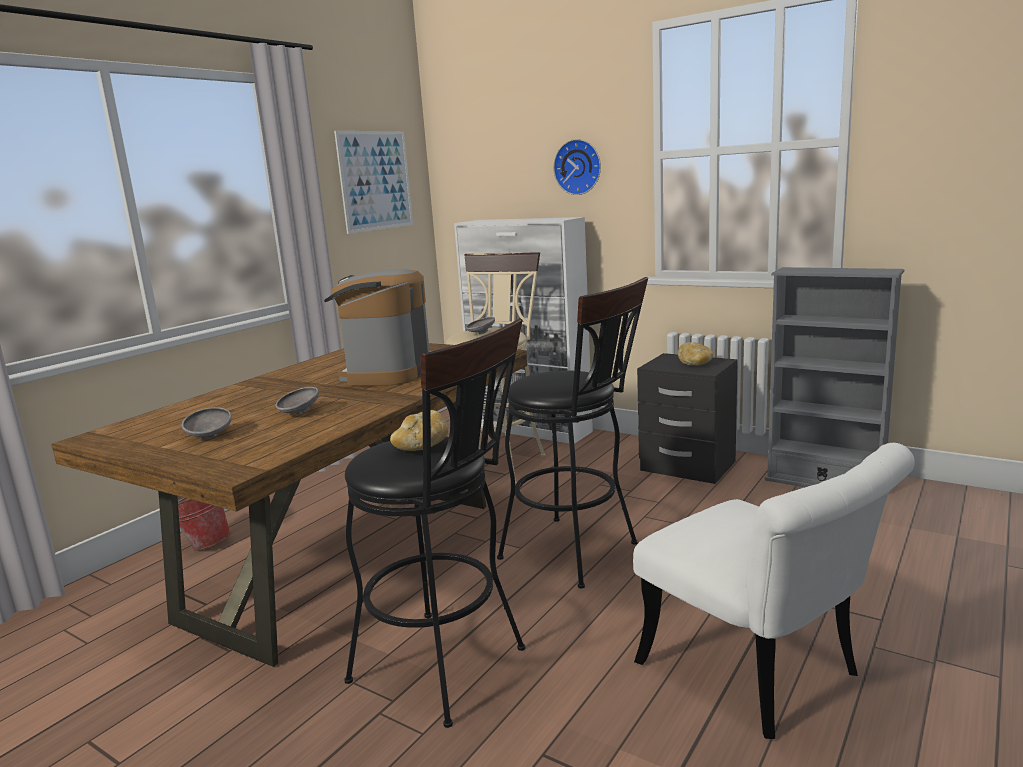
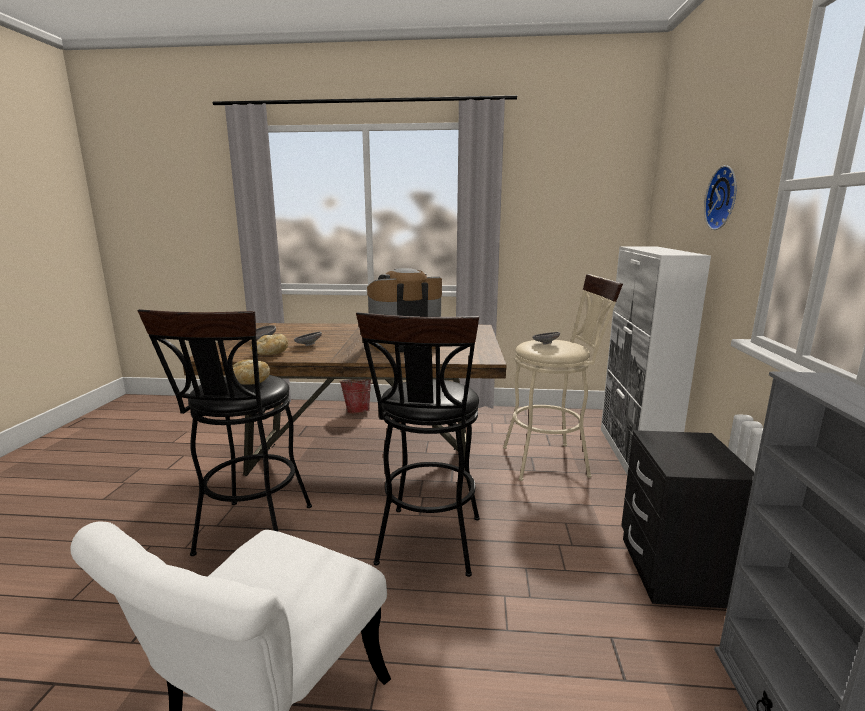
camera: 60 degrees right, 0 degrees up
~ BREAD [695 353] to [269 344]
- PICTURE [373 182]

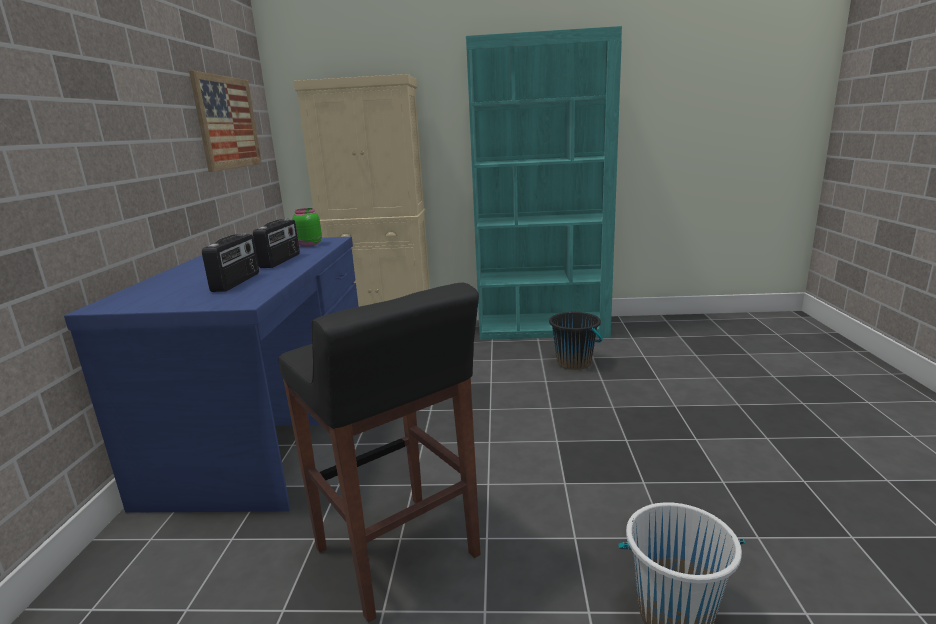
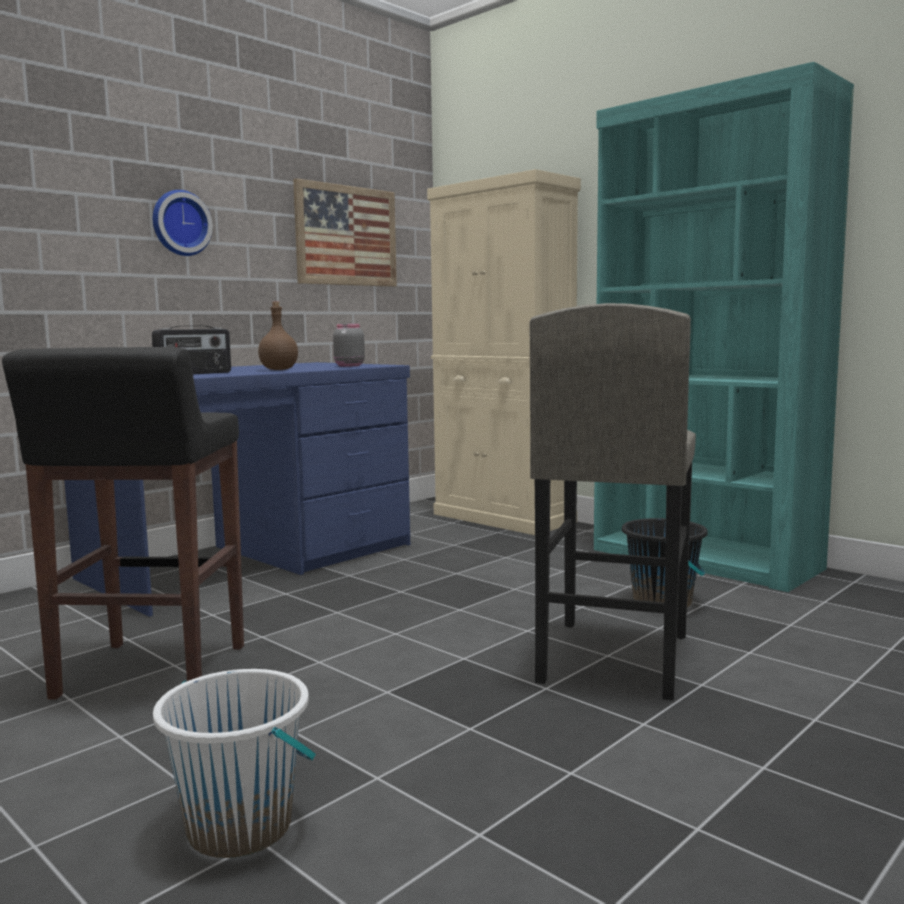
camera: 40 degrees right, 10 degrees down
+ WALL CLOCK [183 223]
~ RADIO [276 243] to BROWN BOTTLE [278 336]
~ GREEN JAR [307 227] to GREY JAR [349 345]
+ GREY STOOL [613 501]

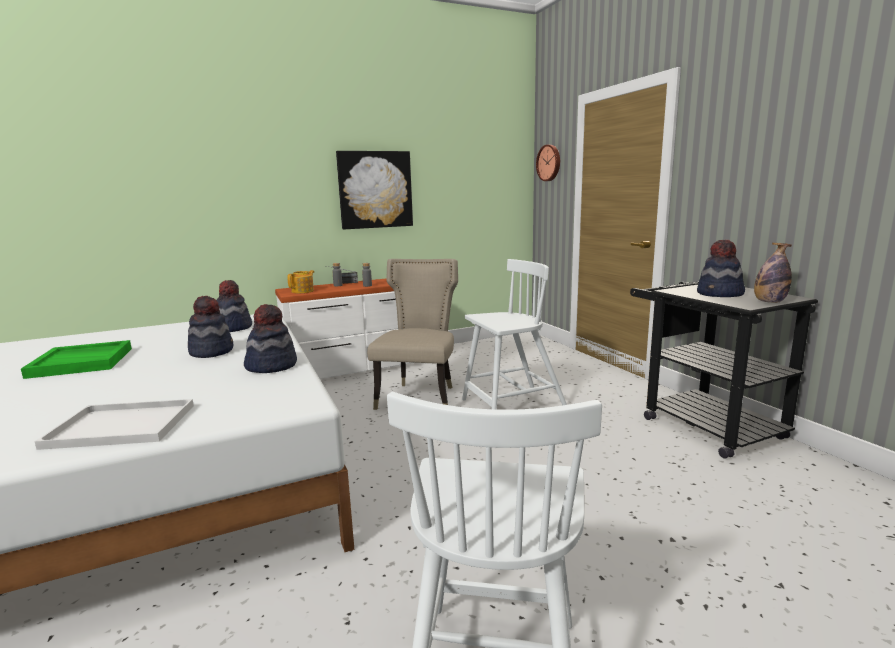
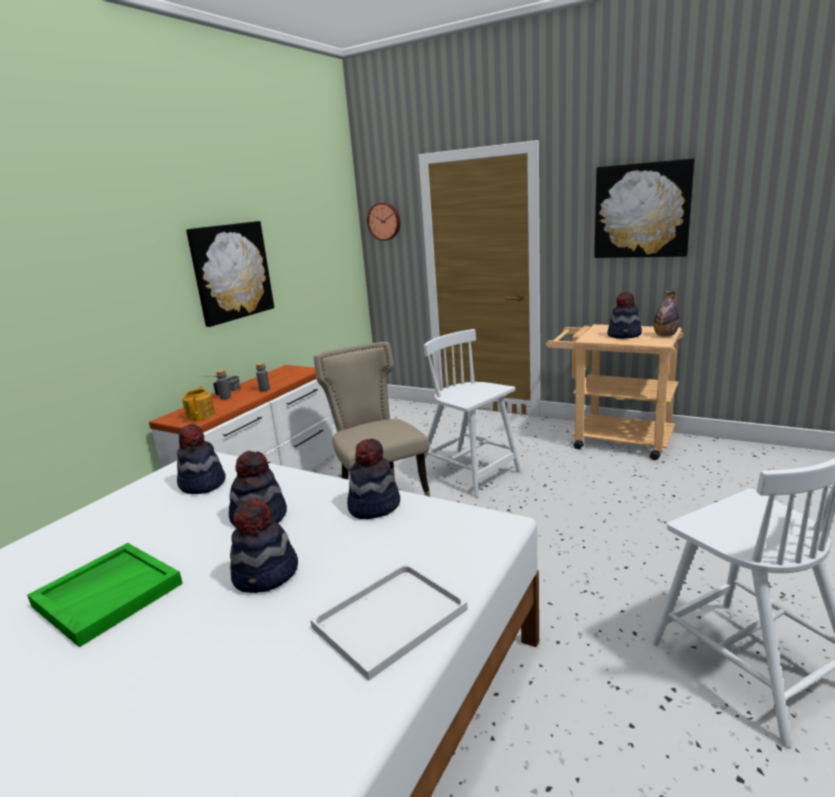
camera: 35 degrees left, 5 degrees up
+ HAT [264 545]
~ WHITE CHAIR [514 334] = [469 413] 75 degrees counterclockwise
~ BLACK CART [724 370] to BEIGE CART [614 392]
+ PICTURE [644 208]

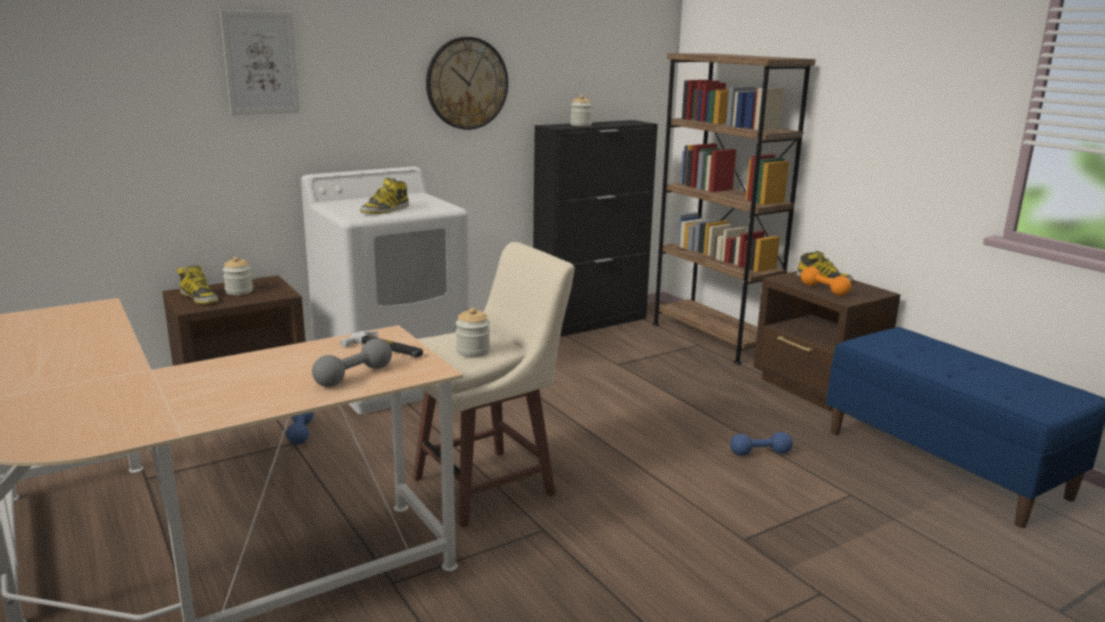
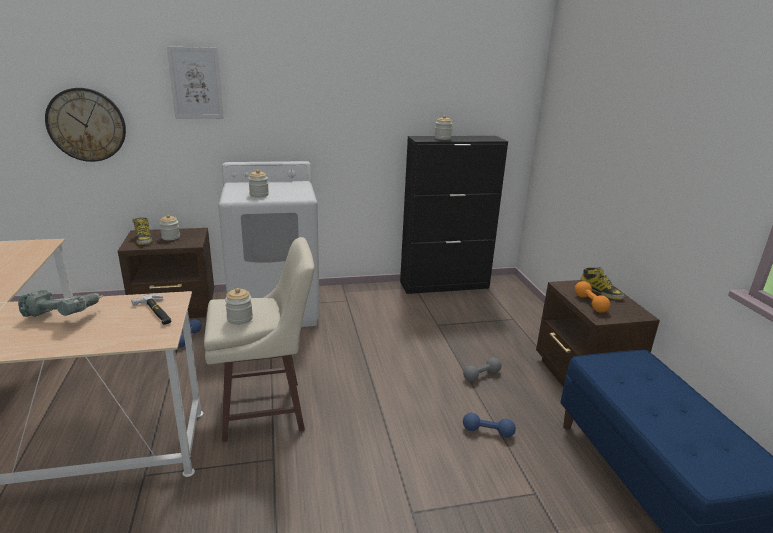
camera: 20 degrees right, 5 degrees up
+ POWER DRILL [61 303]
~ WALL CLOCK [467 83] to [85 125]
~ BOOT [384 196] to JAR [258 183]
~ GREY DUMBBELL [352 363] to [482 369]
- BROWN BOOKCASE [734 209]

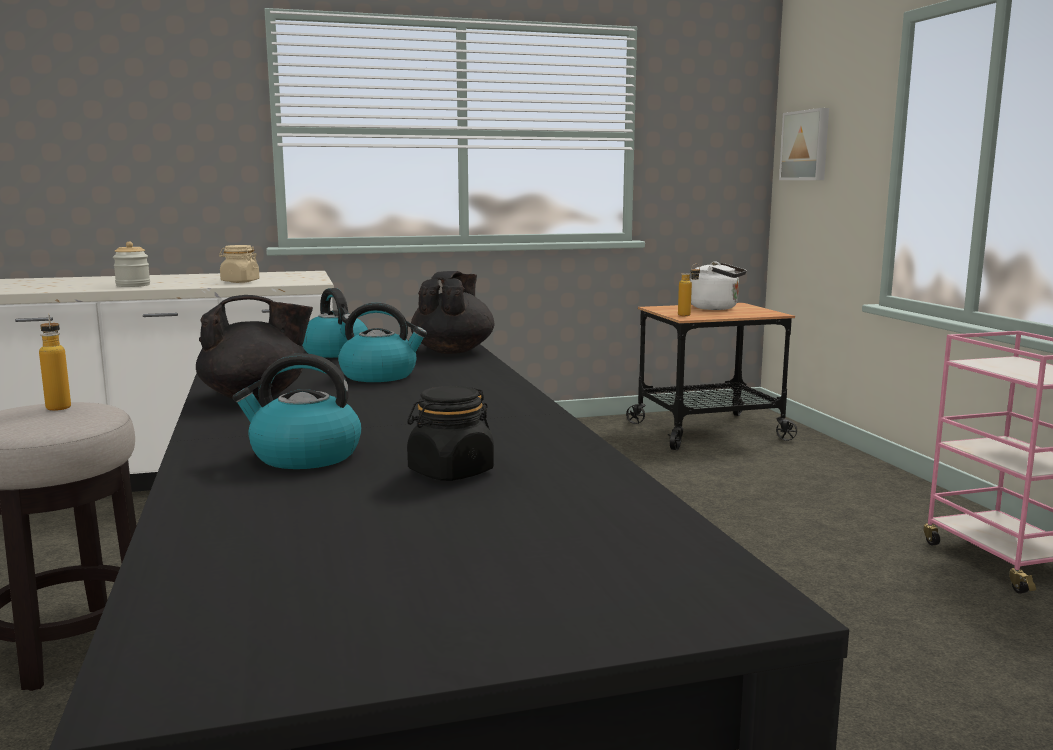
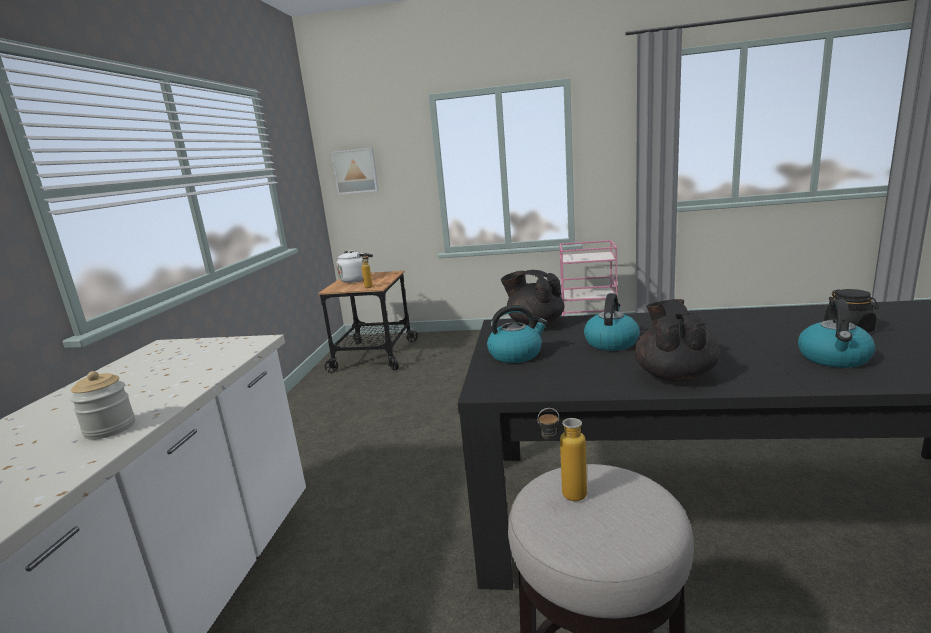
camera: 65 degrees left, 5 degrees up
- BEIGE JAR [239 264]

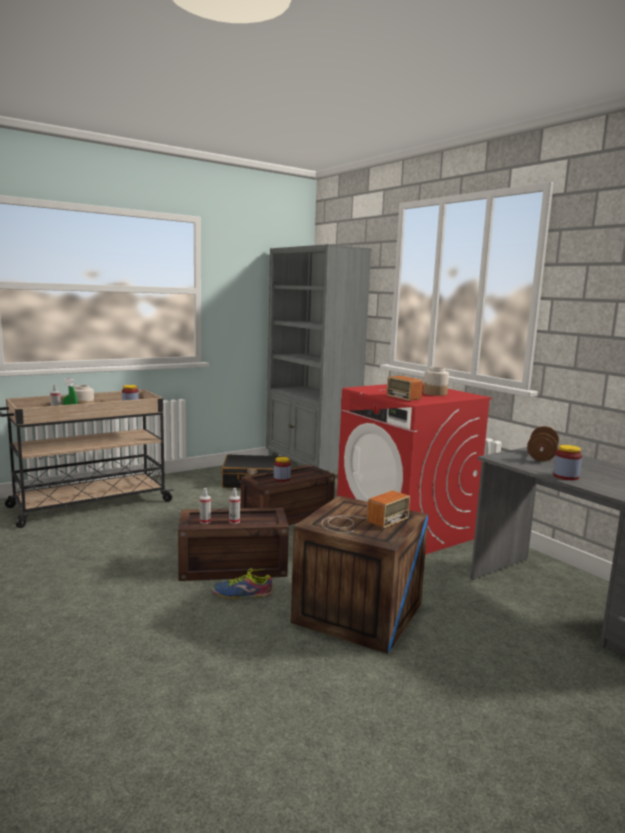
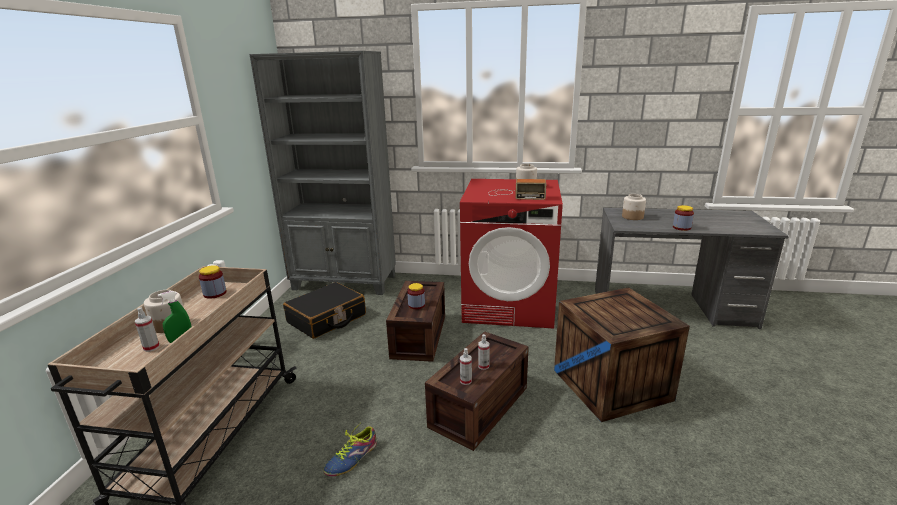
camera: 45 degrees left, 10 degrees up
~ SHOE [242 583] to [350 449]
~ BROWN DUMBBELL [543 443] to JAR [634 207]
- RADIO [366 511]

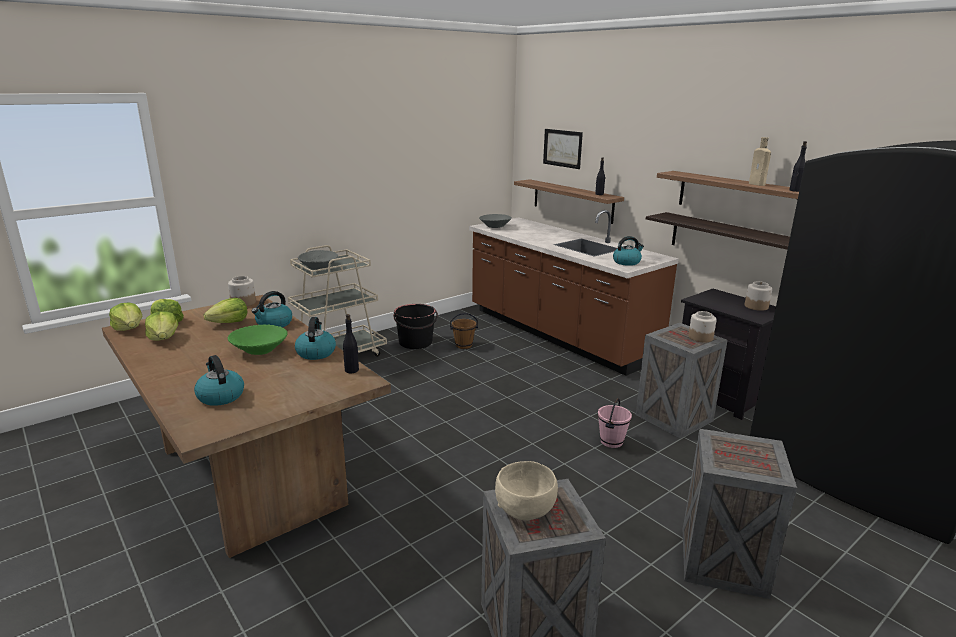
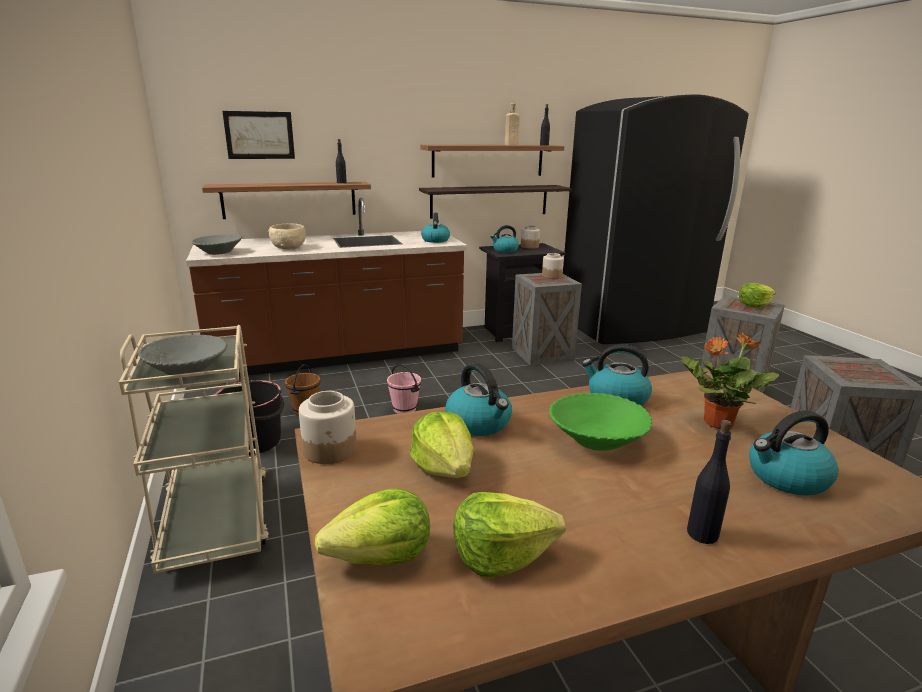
camera: 70 degrees left, 0 degrees up
~ BEIGE BOWL [526 491] to [287 236]
~ PINK BUCKET [615 423] to [404 389]
+ KETTLE [504 239]
+ POTTED PLANT [730 380]
~ BLACK BOTTLE [351 343] to [709 482]
~ LETTUCE [125 316] to [757 295]

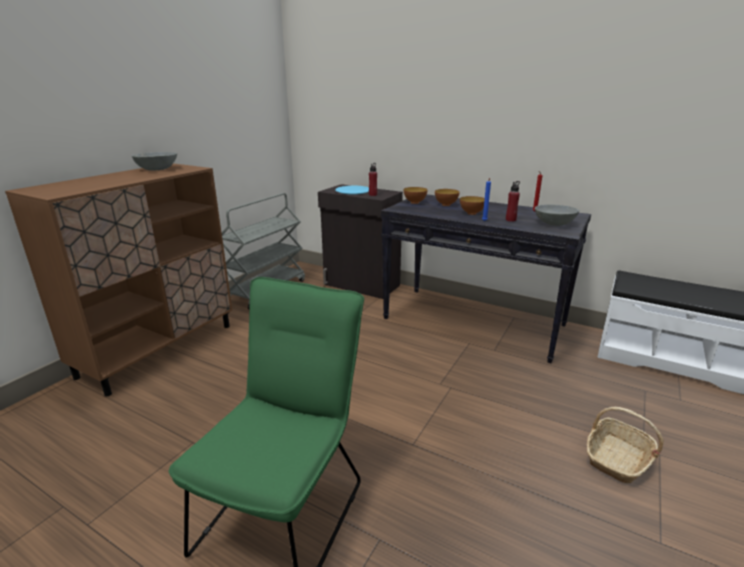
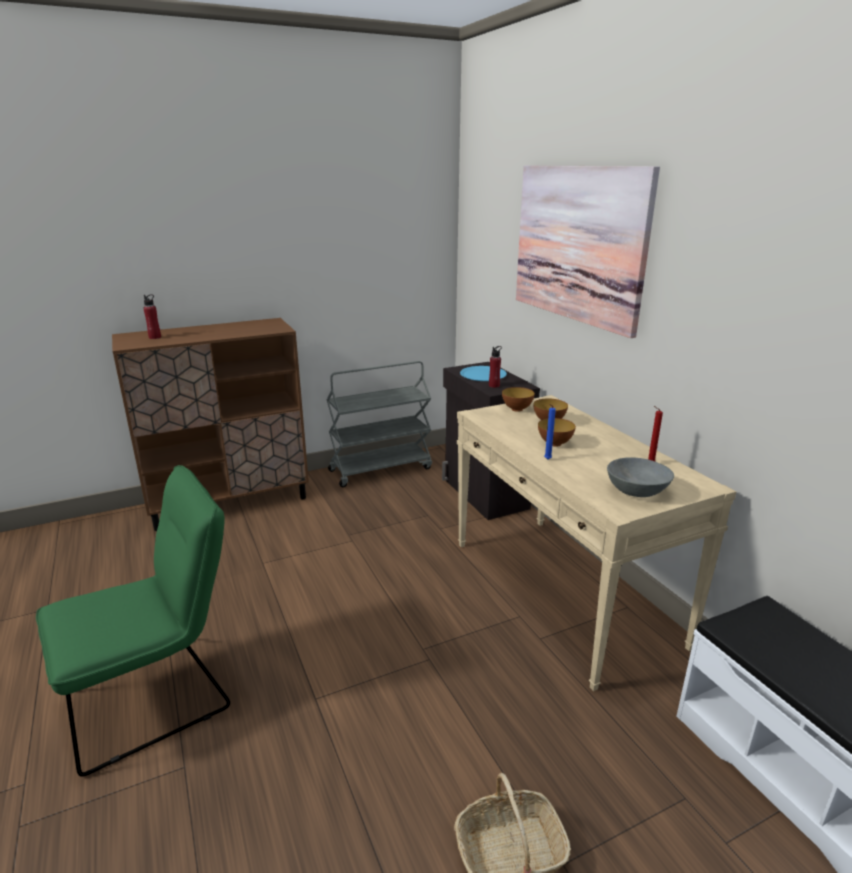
camera: 35 degrees right, 0 degrees up
~ RED BOTTLE [513 201] to [152 316]
~ BLACK CONSOLE TABLE [486 278] to BEIGE CONSOLE TABLE [597 543]
+ PICTURE [588 252]
- GREY BOWL [154 161]

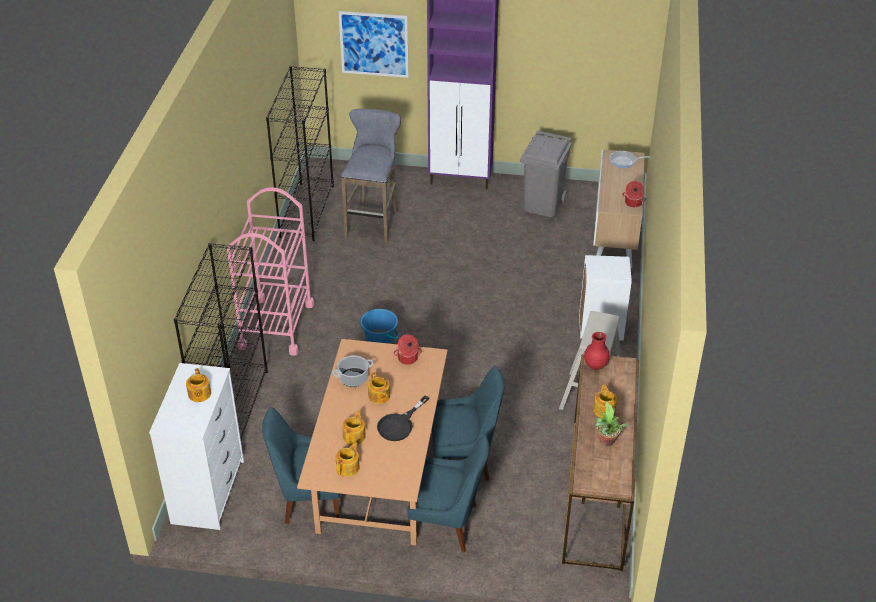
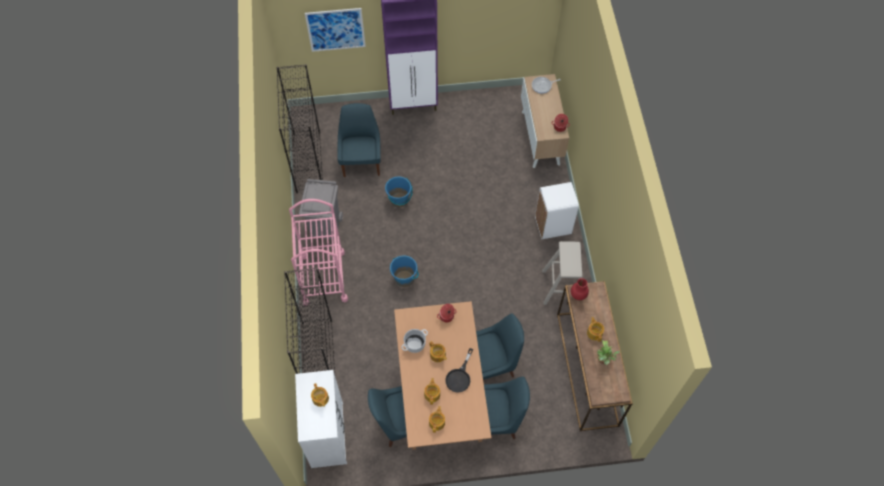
camera: 15 degrees left, 20 degrees up
~ GREY TRASH CAN [546 174] to [321 209]
~ GREY STOOL [371 176] to BLUE CHAIR [359 140]
+ BLUE BUCKET [399 192]

